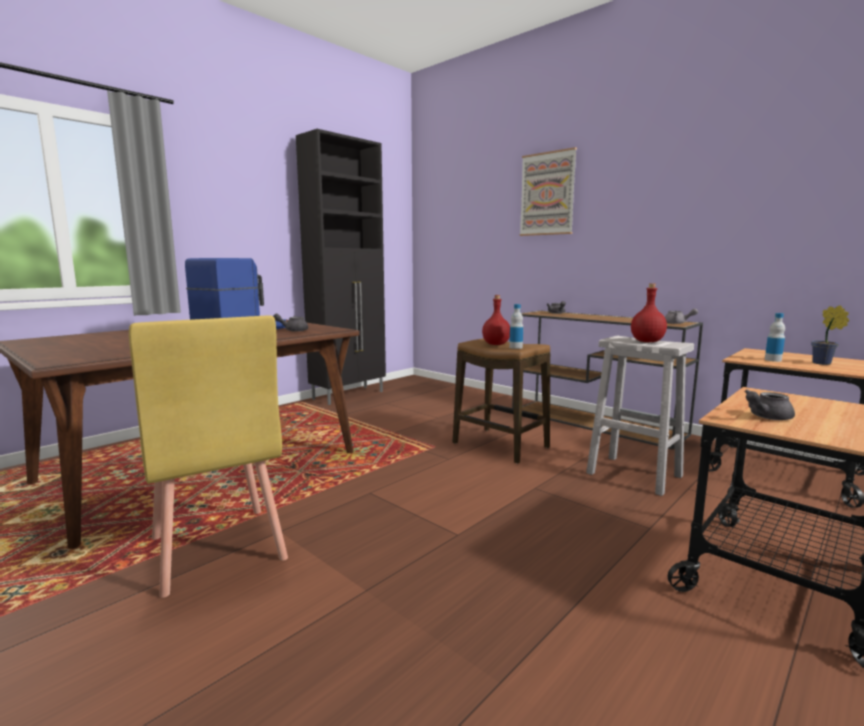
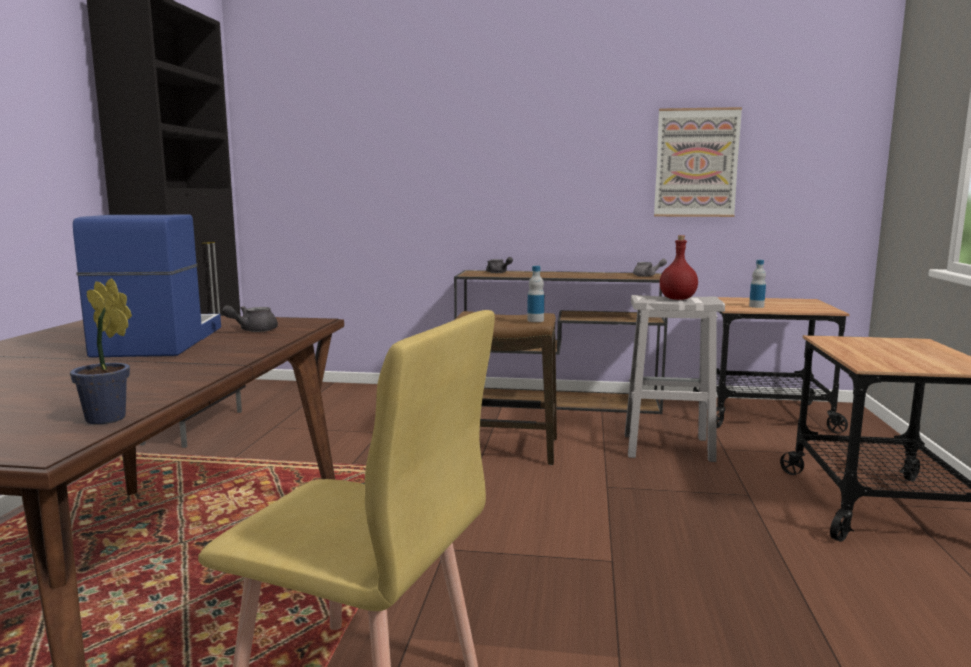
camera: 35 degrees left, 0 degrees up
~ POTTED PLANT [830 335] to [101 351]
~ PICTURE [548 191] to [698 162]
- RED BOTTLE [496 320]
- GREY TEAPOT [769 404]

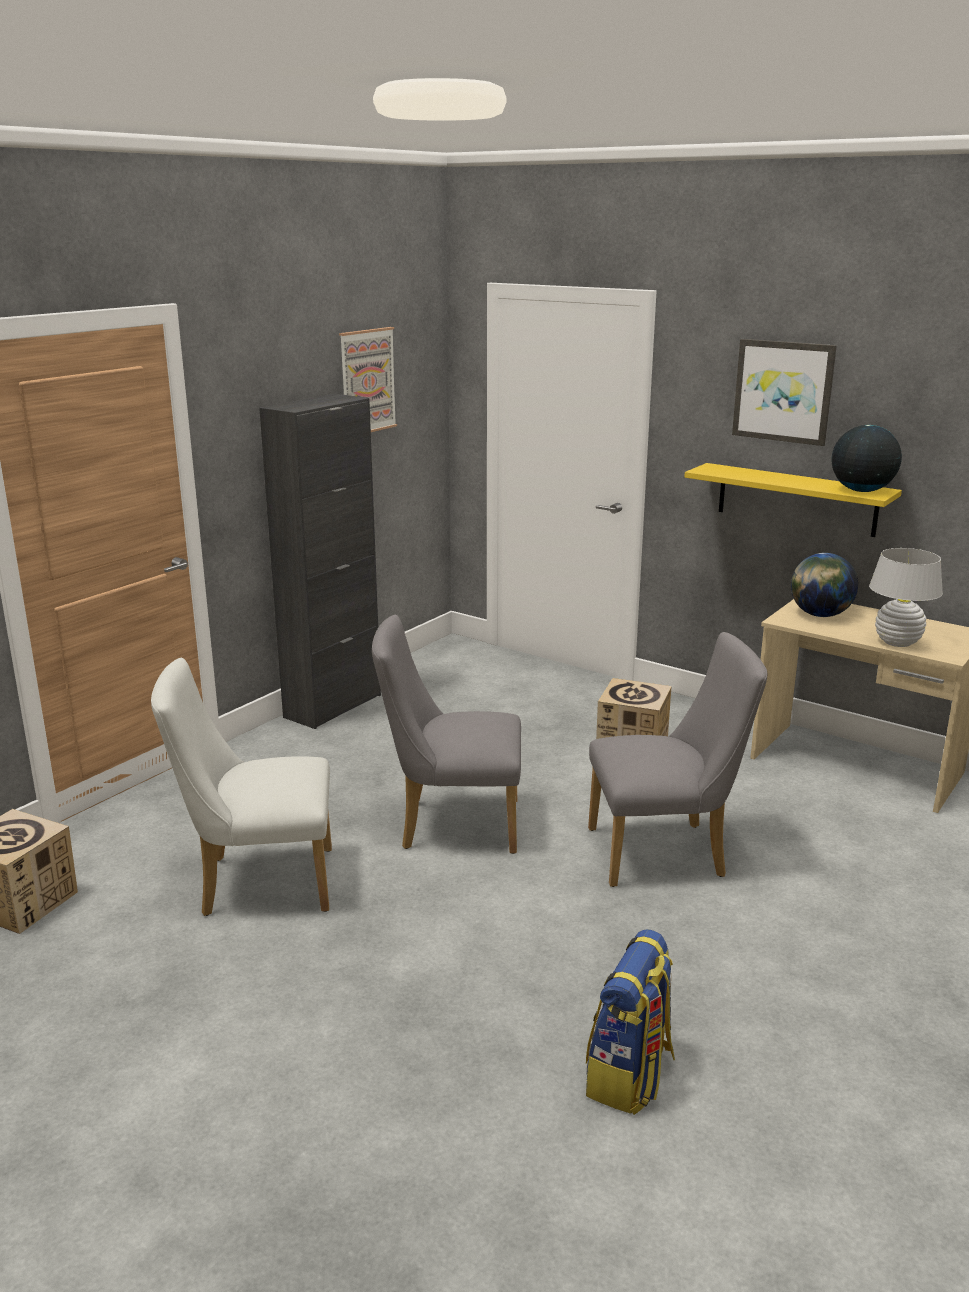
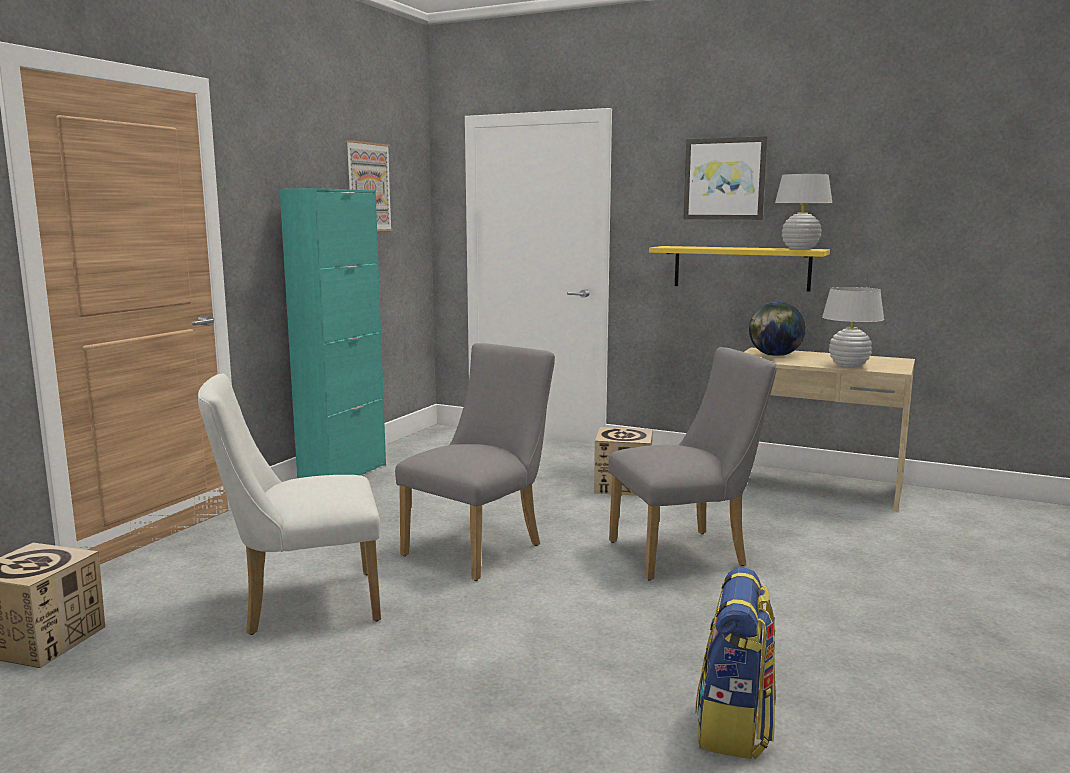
camera: 10 degrees left, 10 degrees down
~ BLACK CABINET [320 561] to TURQUOISE CABINET [333 333]
~ GREY CHAIR [446 734] = [475 462] 135 degrees clockwise
~ GLOBE [866 458] to WHITE TABLE LAMP [803 212]

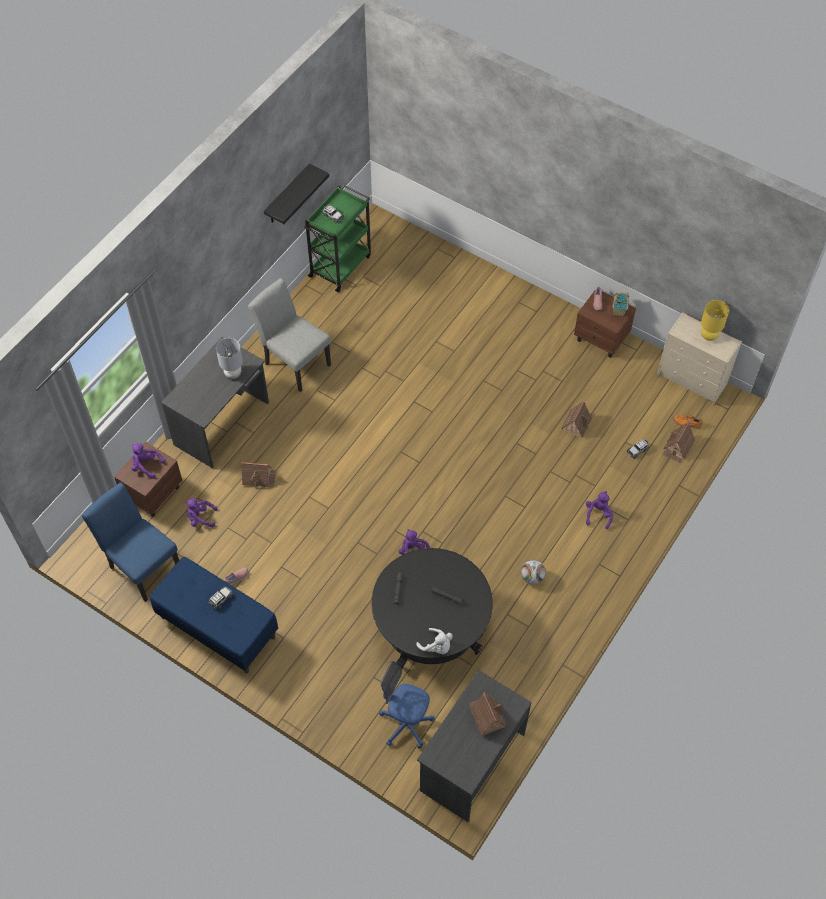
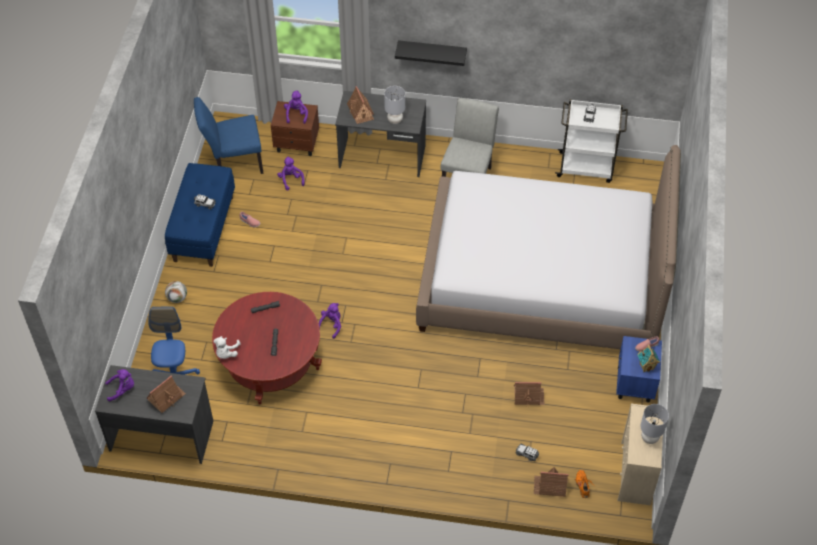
camera: 65 degrees right, 5 degrees down
~ PURPLE PLUSH TOY [599 510] to [119 385]
~ FOOTBALL [533 572] to [176 292]
~ BLUE CHAIR [130 542] = [229 135] 120 degrees counterclockwise
~ BLACK COFFEE TABLE [432 608] to RED COFFEE TABLE [267 348]
~ TOY HOUSE [259 475] to [360 105]
~ BLACK SHELF [296 194] to [431 53]
+ BED [548 247]
~ GREEN CART [337 238] to WHITE CART [591 141]
~ BROWN NIGHTSTAND [605 323] to BLUE NIGHTSTAND [639 369]
~ YELLOW TABLE LAMP [715 320] to GREY TABLE LAMP [654 424]

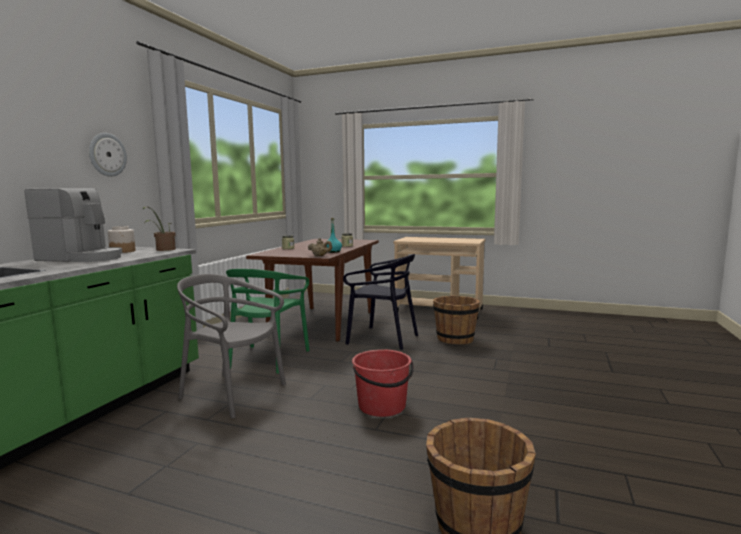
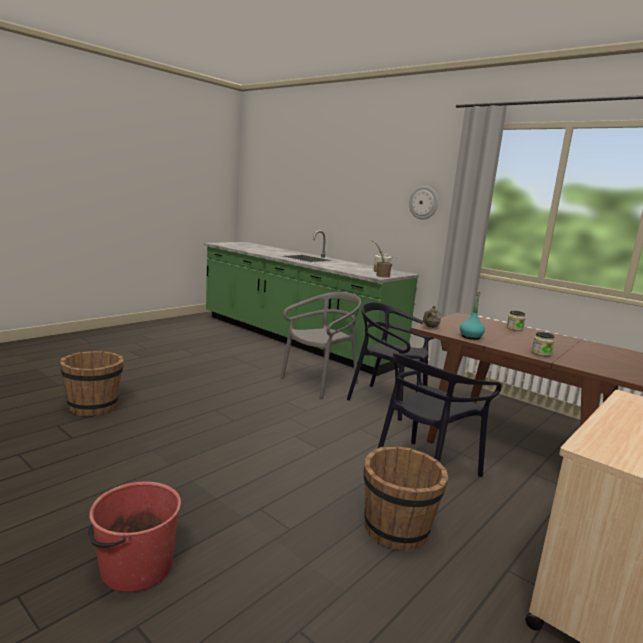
camera: 110 degrees right, 5 degrees up
~ RED BUCKET [383 383] to [134 537]
~ GREEN CHAIR [268 321] to BLACK CHAIR [390 361]
- COFFEE MACHINE [73 225]

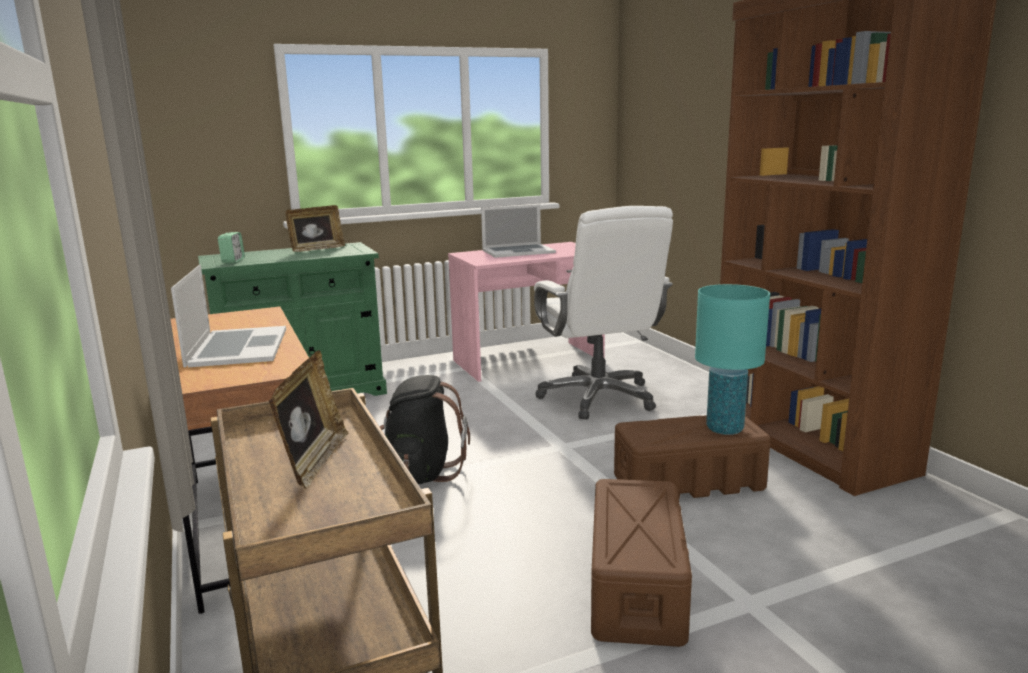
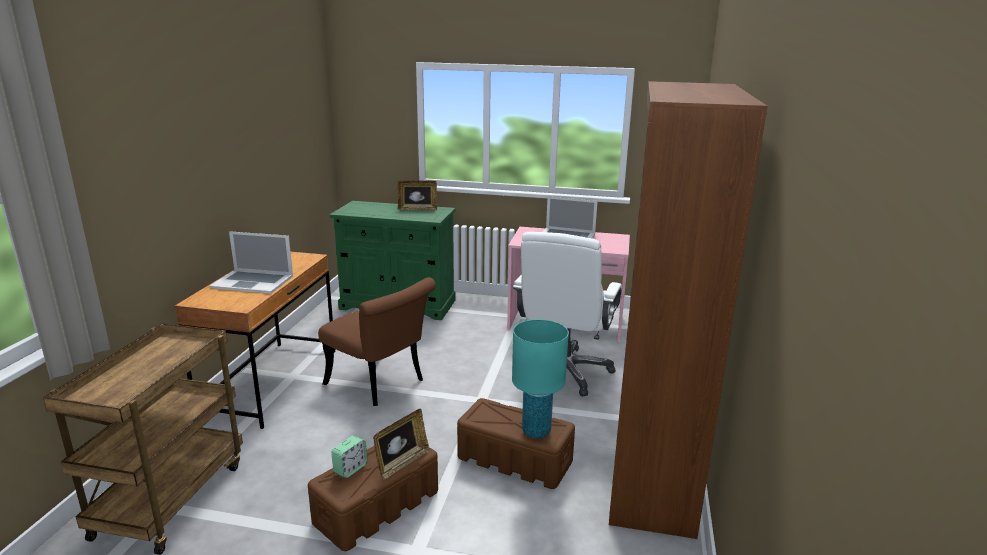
camera: 35 degrees right, 5 degrees up
~ LAPTOP [228 315] = [251 262] 75 degrees clockwise
~ BLACK BACKPACK [424 429] to BROWN CHAIR [377 341]
~ ALARM CLOCK [231 247] to [349 457]
~ PICTURE FRAME [308 419] to [401 444]

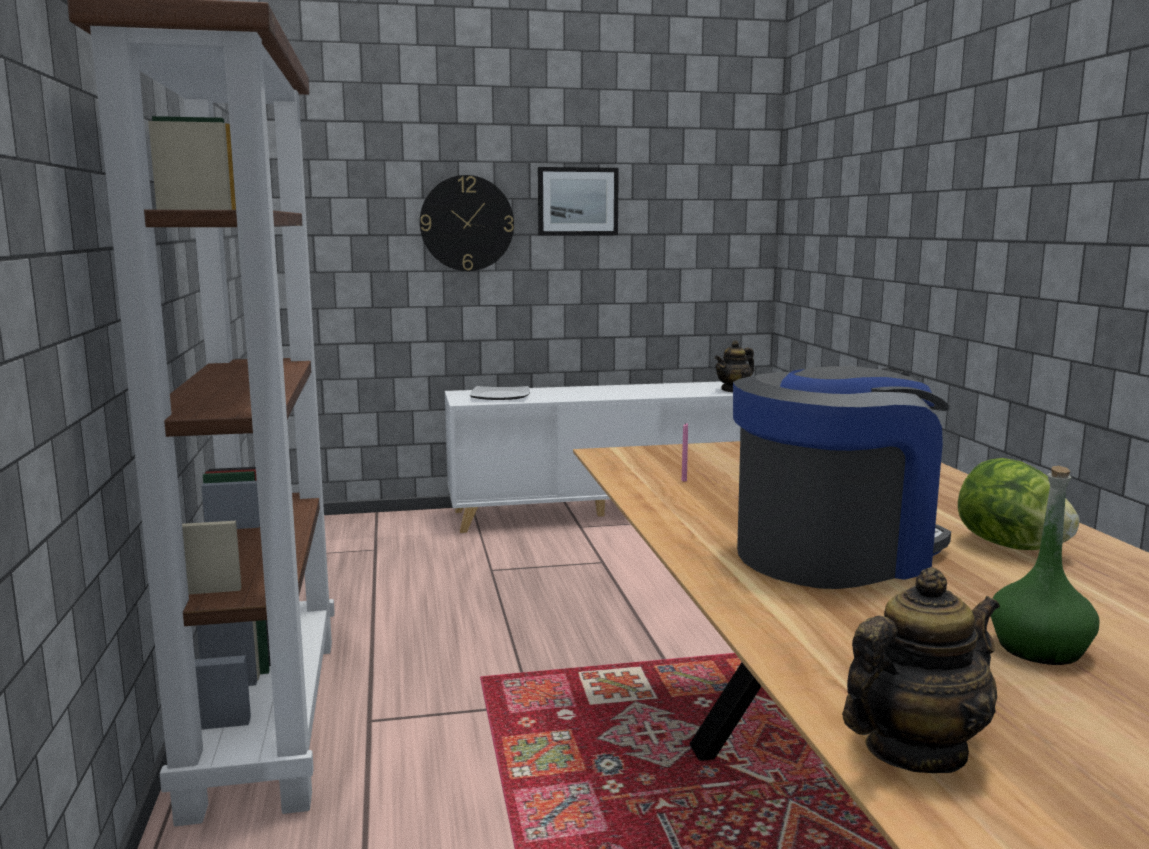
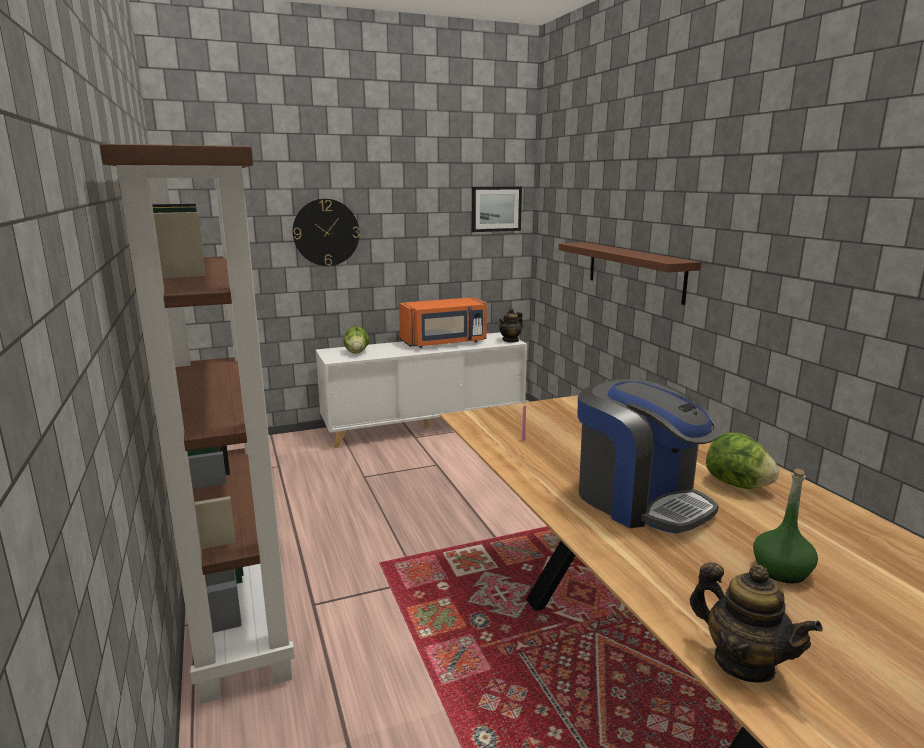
camera: 10 degrees left, 5 degrees up
~ PLATE [500 393] to LETTUCE [356 340]
+ ORANGE MICROWAVE [443 322]
~ PICTURE [578 201] to [497 209]
+ BROWN SHELF [630 273]
~ COFFEE MACHINE [842 477] = [649 456] 90 degrees clockwise
~ TEAPOT [921 670] = [756 622] 90 degrees clockwise

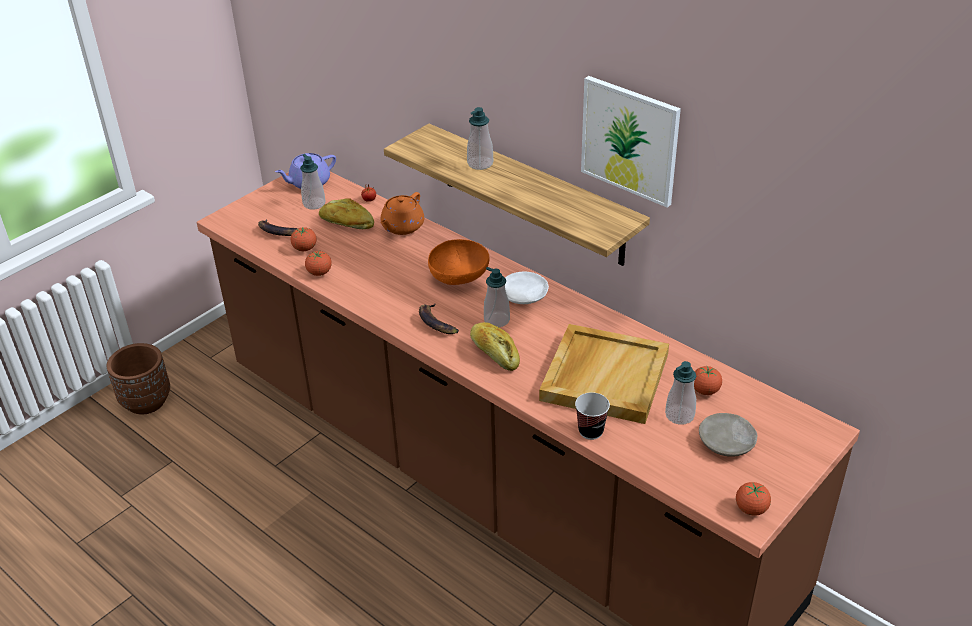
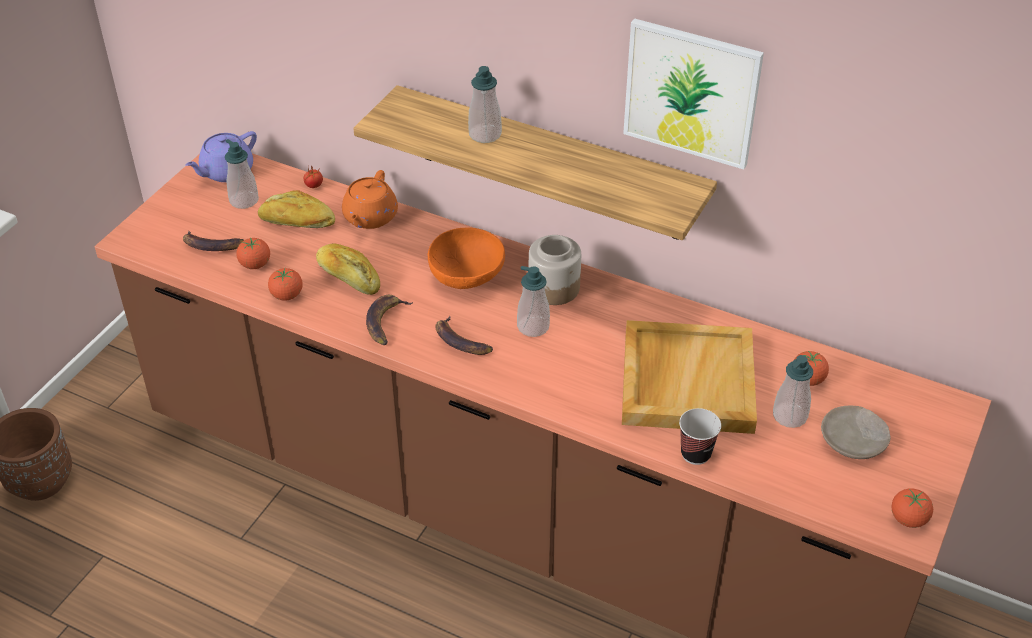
camera: 15 degrees left, 5 degrees up
~ BREAD [495 346] to [348 269]
+ BANANA [389 320]
~ WHITE PLATE [527 288] to JAR [555 270]

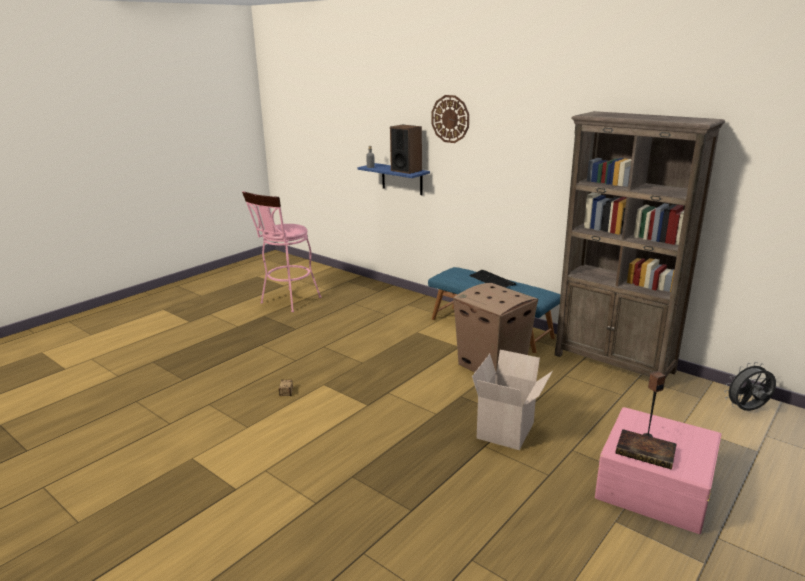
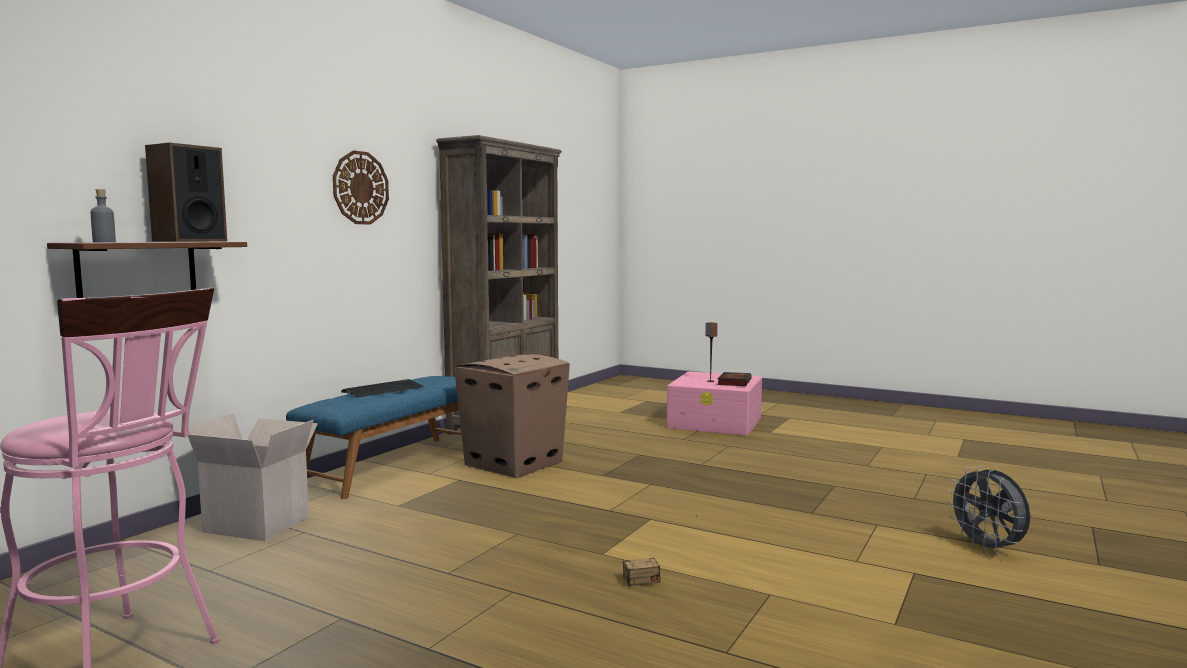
camera: 100 degrees left, 15 degrees down
~ BLUE SHELF [394 179] to BROWN SHELF [147 270]
~ CARDBOARD BOX [512 399] to [253 477]
~ WALL CLOCK [450 119] to [361 187]
~ GREY FAN [750 386] to [988 510]

